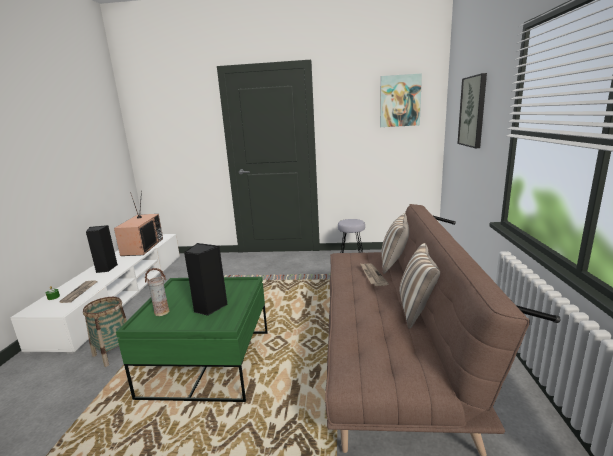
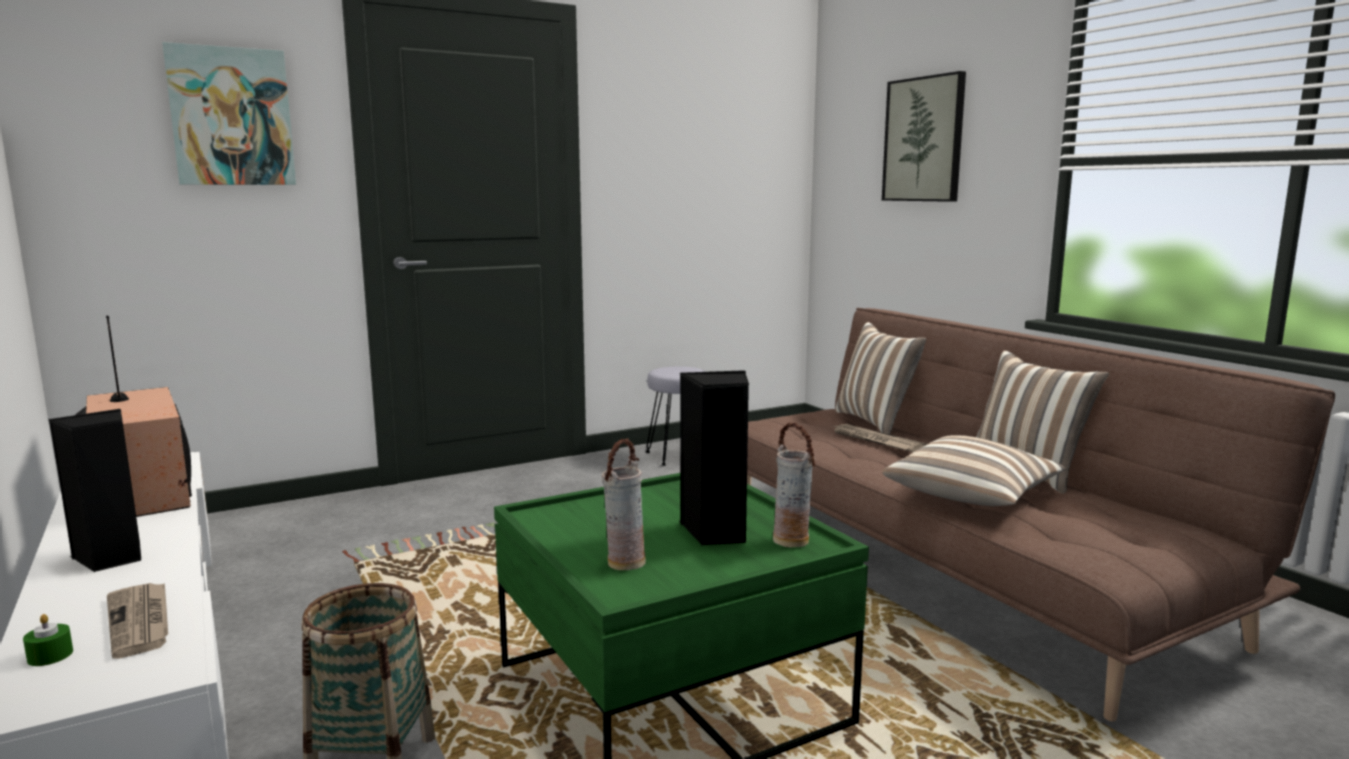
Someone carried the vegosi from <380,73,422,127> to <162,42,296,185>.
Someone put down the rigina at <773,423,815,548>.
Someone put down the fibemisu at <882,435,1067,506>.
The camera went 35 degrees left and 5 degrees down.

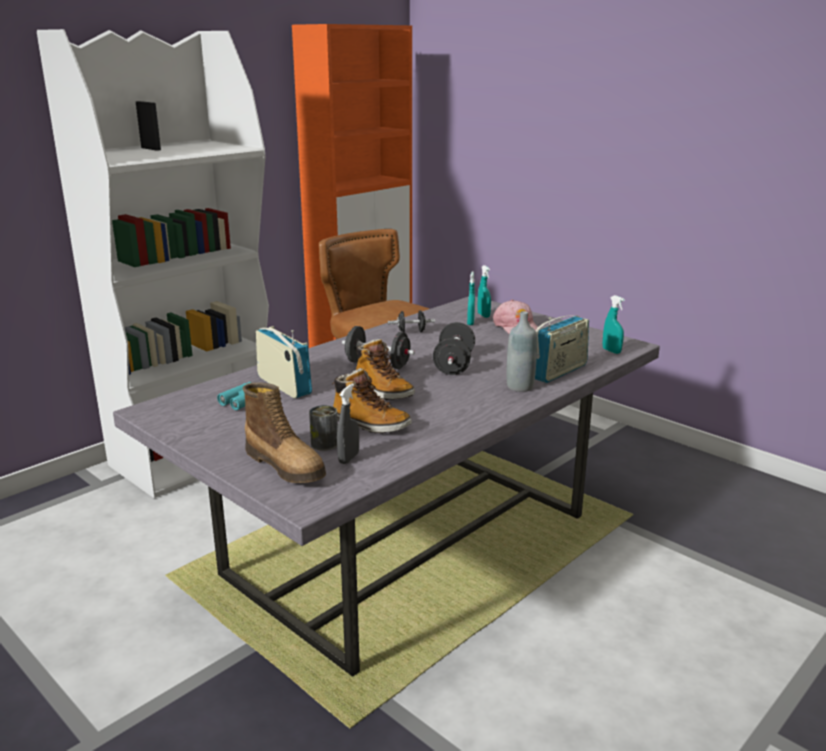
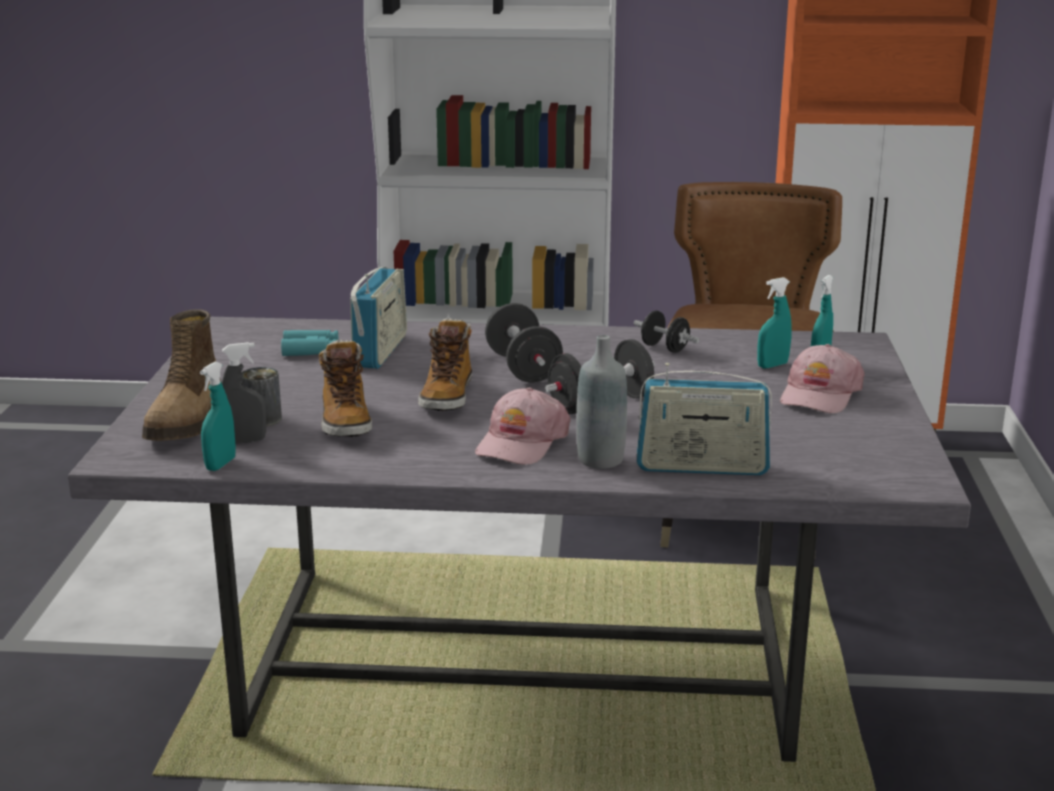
Someone carried the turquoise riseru from <603,295,625,354> to <200,362,236,471>.
Someone put down the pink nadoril at <475,387,571,465>.
The camera went 50 degrees right and 0 degrees up.

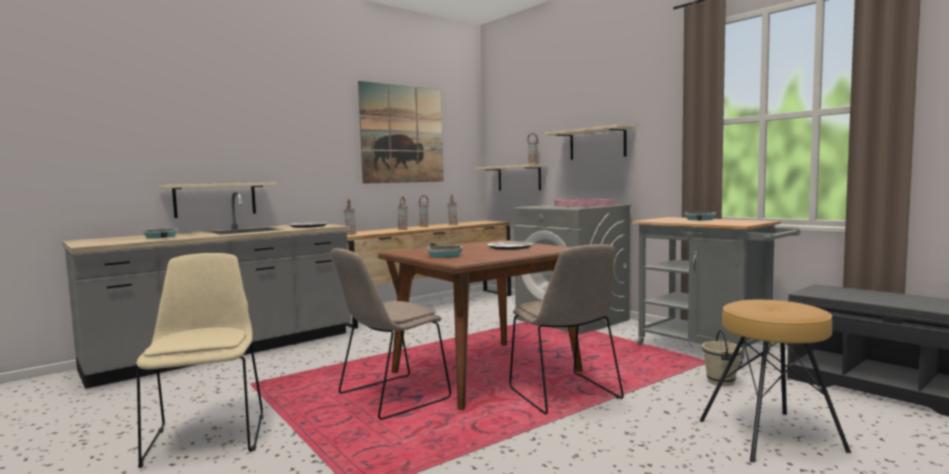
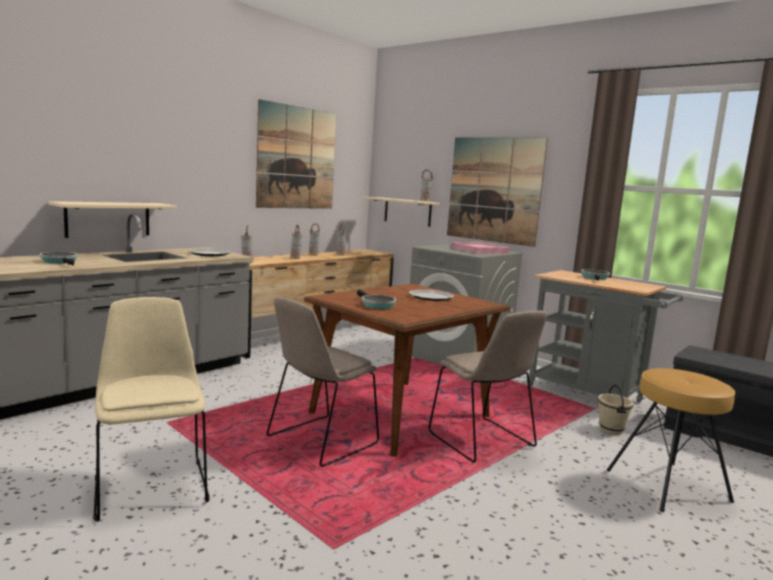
Someone swapped the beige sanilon at <545,125,636,160> for the vegosi at <447,137,548,247>.
The camera went 10 degrees left and 5 degrees up.

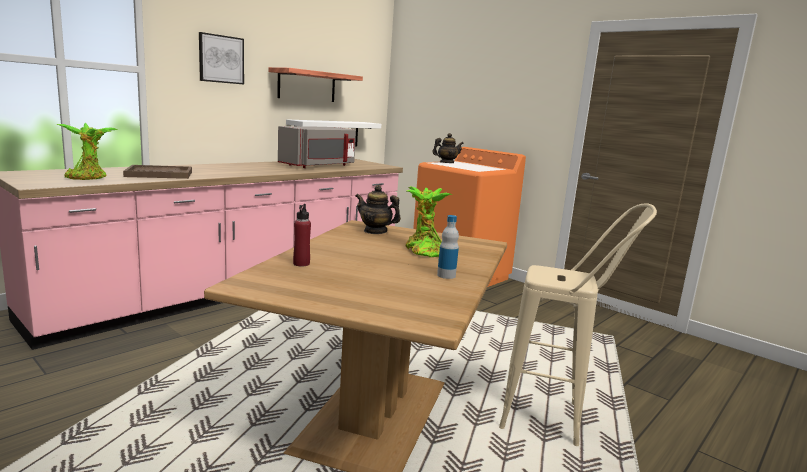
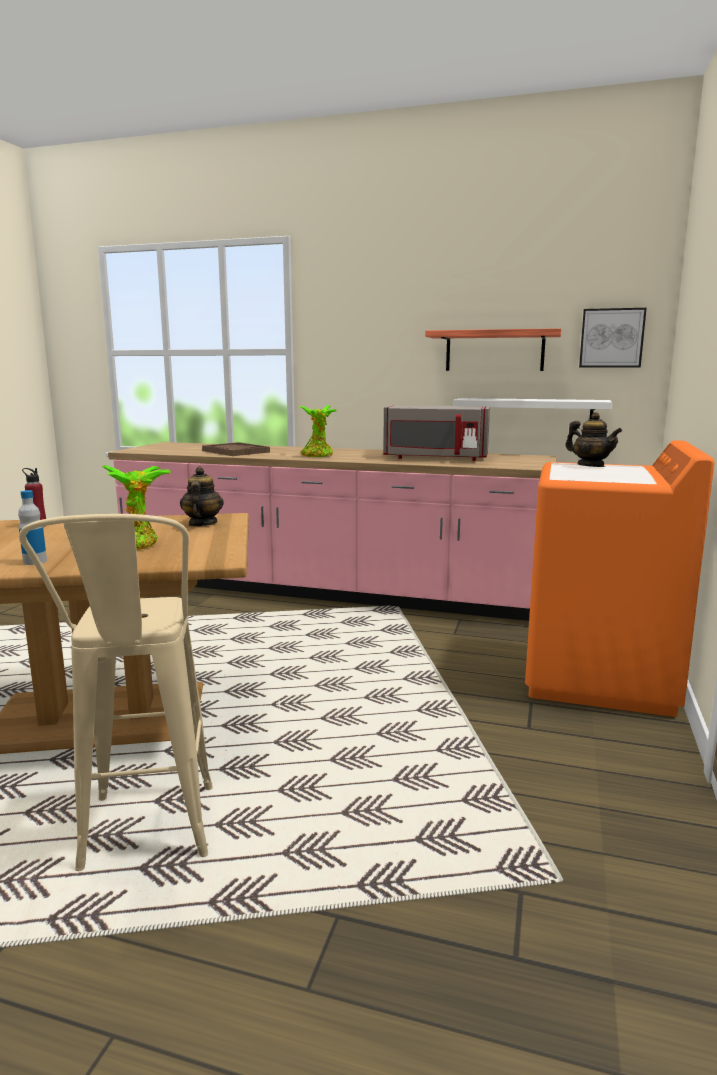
Someone carried the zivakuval from <56,123,117,180> to <298,405,337,457>.
Someone carried the vegosi from <199,32,244,84> to <579,308,646,367>.
The camera went 65 degrees right and 0 degrees up.

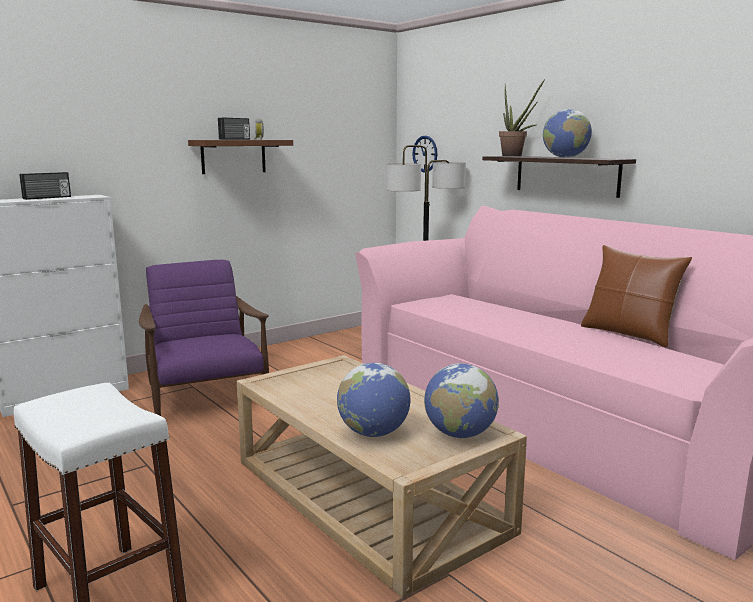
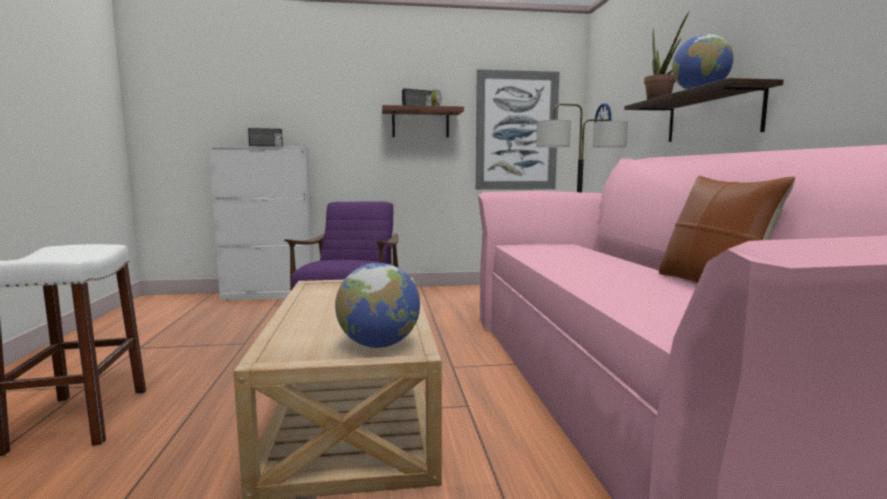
Someone took away the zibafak at <337,363,410,437>.
Someone put up the vegosi at <476,69,559,190>.
The camera went 30 degrees right and 5 degrees down.

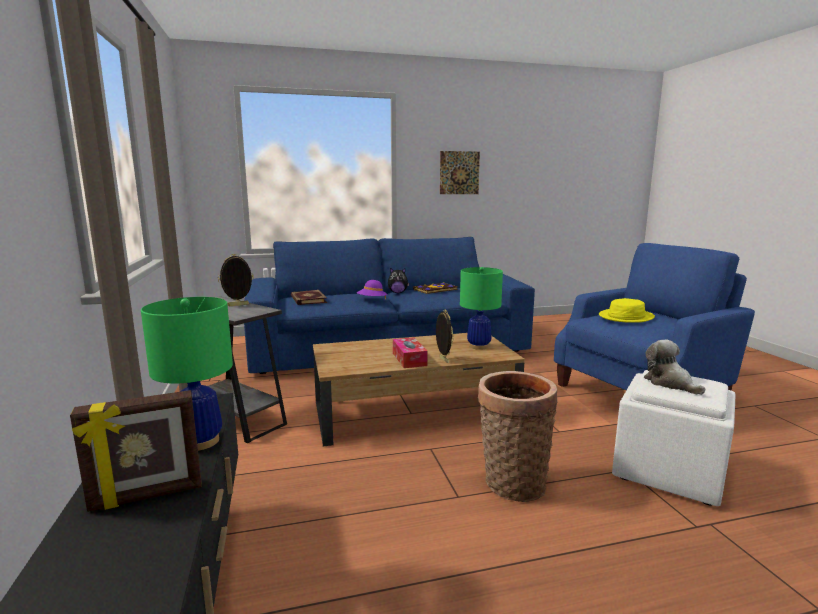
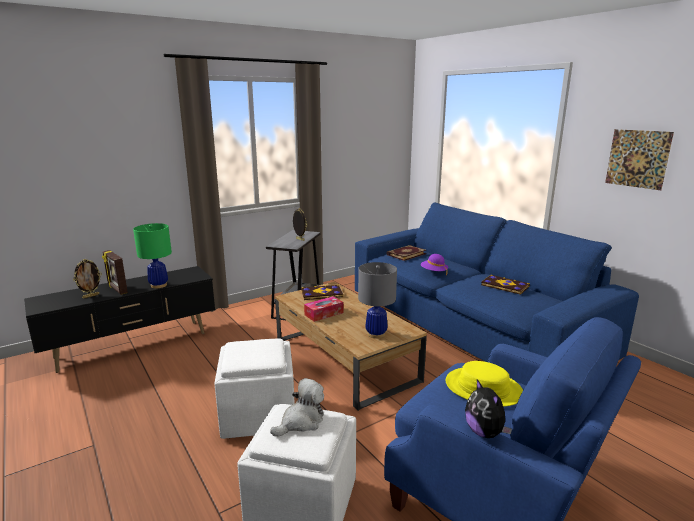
Someone carried the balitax from <388,268,409,293> to <465,379,512,438>.
Someone carried the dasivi from <436,310,454,363> to <73,259,102,298>.
Someone repainted the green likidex at <460,267,503,350>, which became the grey likidex at <358,262,397,339>.
Someone swapped the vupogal at <478,371,557,502> for the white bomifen at <215,338,295,439>.
Someone put down the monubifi at <301,285,343,300>.
The camera went 70 degrees right and 5 degrees up.

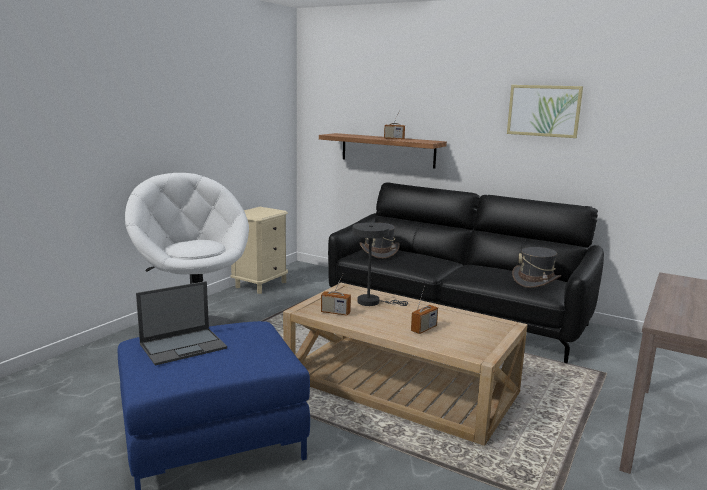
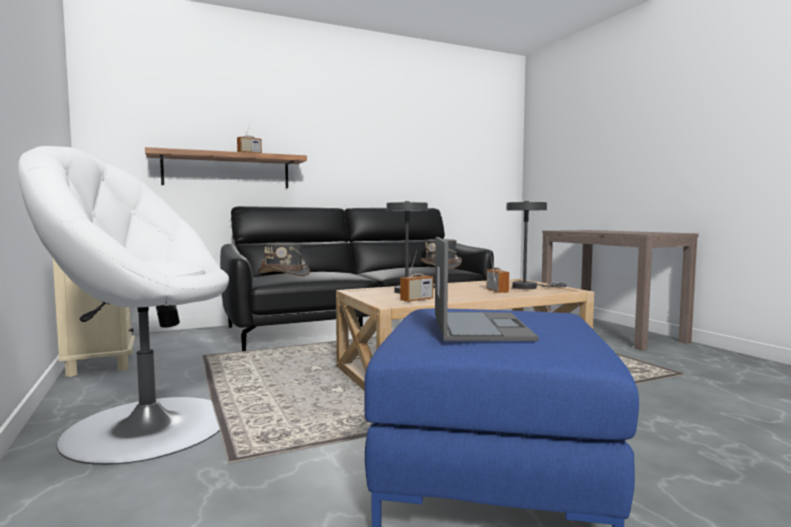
Someone took away the vegosi at <507,85,583,138>.
Someone put down the grey likidex at <506,201,567,289>.
The camera went 55 degrees left and 10 degrees down.

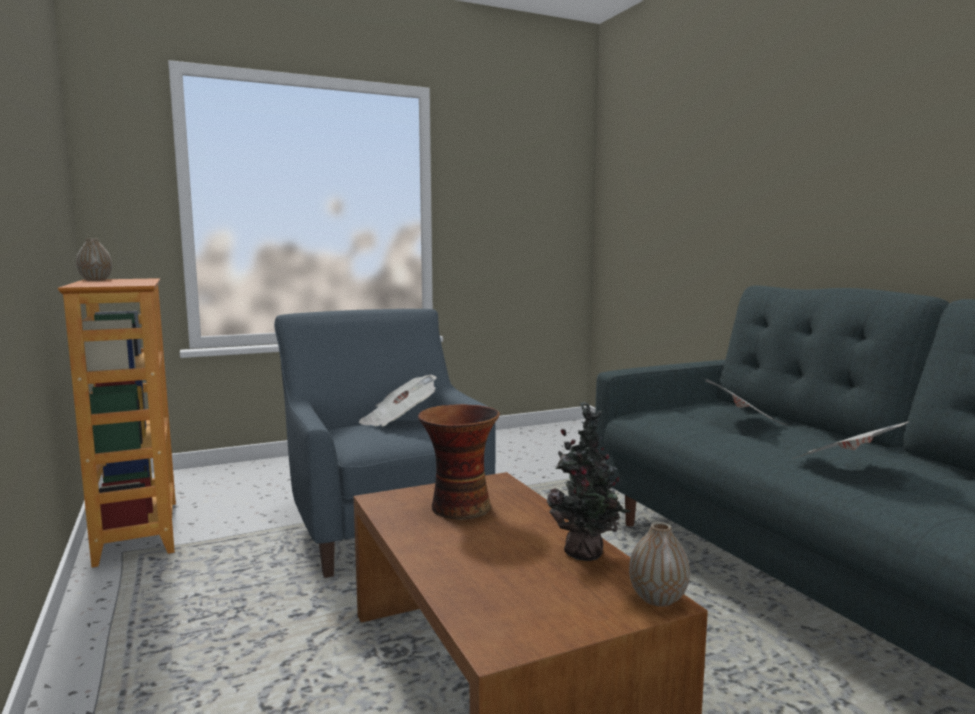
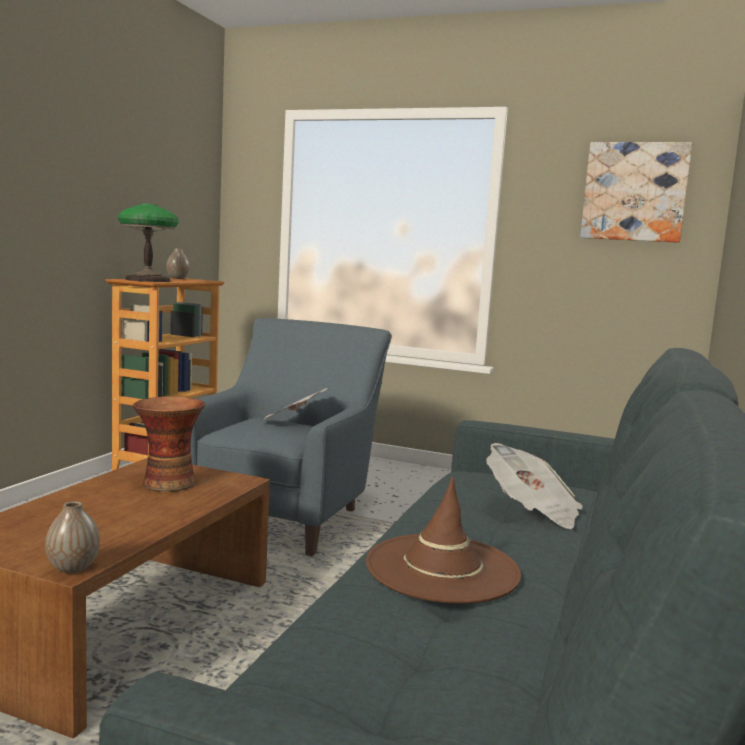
Someone took away the zivakuval at <547,402,630,561>.
Someone swapped the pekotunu at <794,422,908,458> for the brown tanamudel at <366,477,521,604>.
Someone put down the likidex at <118,203,179,282>.
Someone put up the vegosi at <580,142,692,243>.
The camera went 45 degrees right and 0 degrees up.

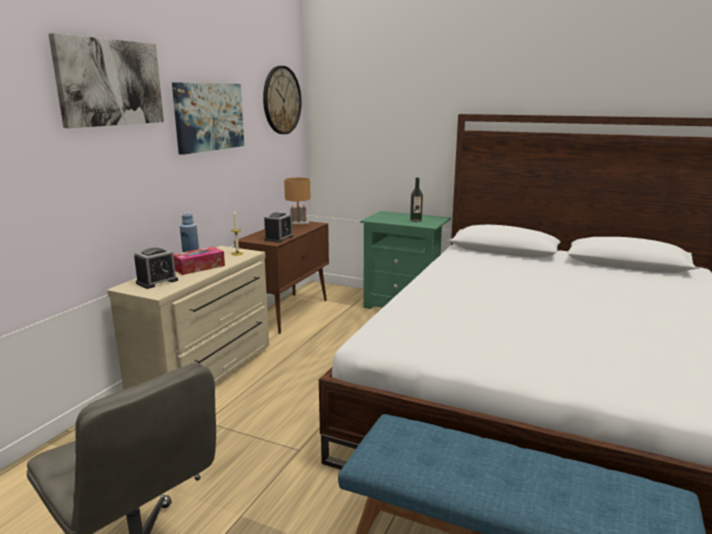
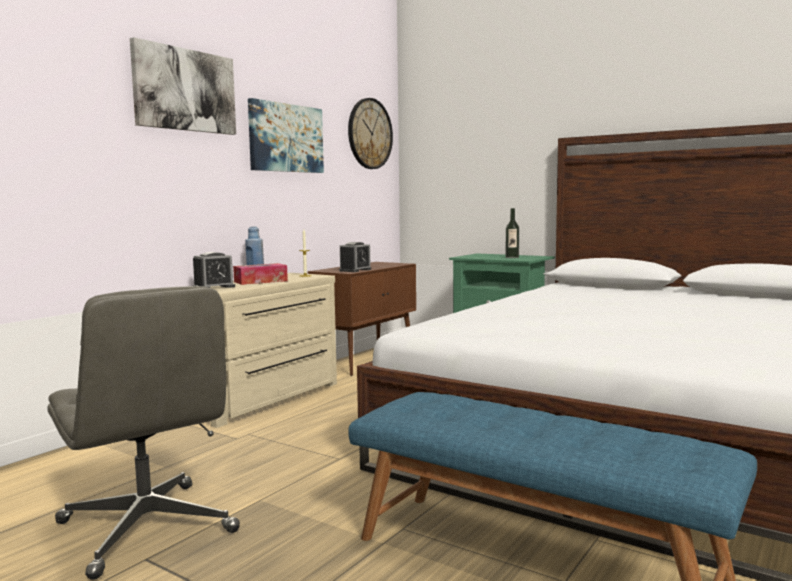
Someone took away the brown likidex at <284,177,311,227>.
The camera went 10 degrees right and 10 degrees down.

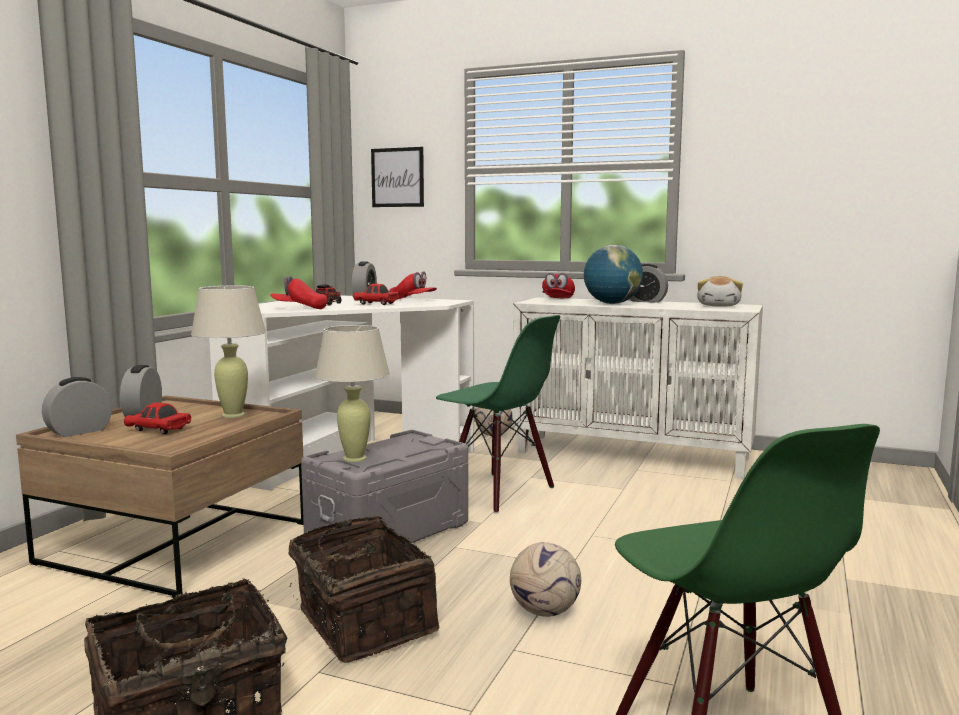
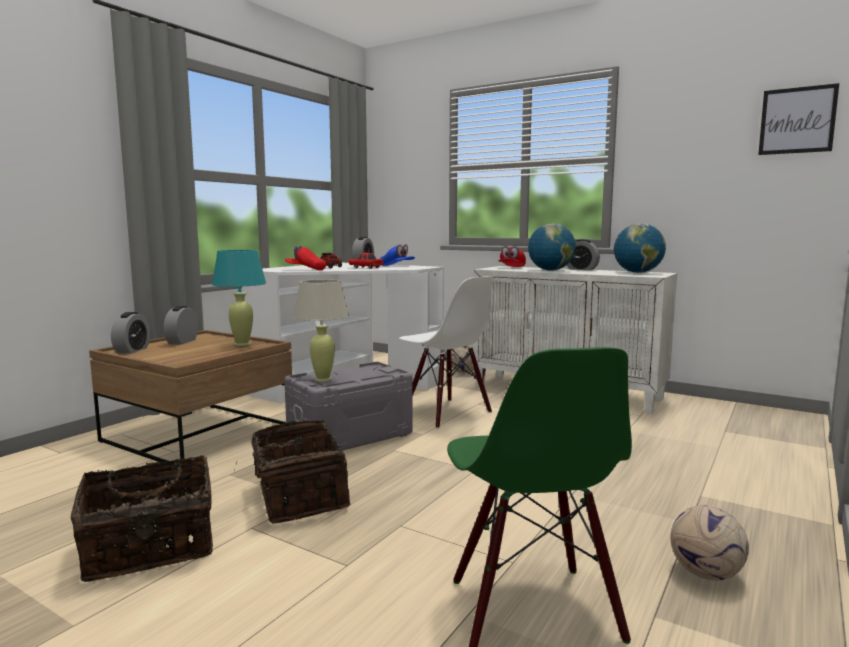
Someone rotated the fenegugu at <42,377,112,437> by 135 degrees clockwise.
Someone took away the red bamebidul at <124,402,191,434>.
Someone repainted the beige likidex at <191,286,266,418>, which became the turquoise likidex at <212,250,266,346>.
Someone carried the vegosi from <371,147,424,207> to <758,83,839,155>.
Someone repainted the red nadoril at <389,271,437,299>, which became the blue nadoril at <380,244,415,266>.
Someone repainted the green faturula at <436,315,560,514>, which became the white faturula at <399,276,493,429>.
Someone carried the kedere from <510,542,581,617> to <670,505,749,581>.
Someone swapped the balitax at <697,276,743,307> for the zibafak at <614,223,666,273>.
The camera went 10 degrees right and 0 degrees up.

